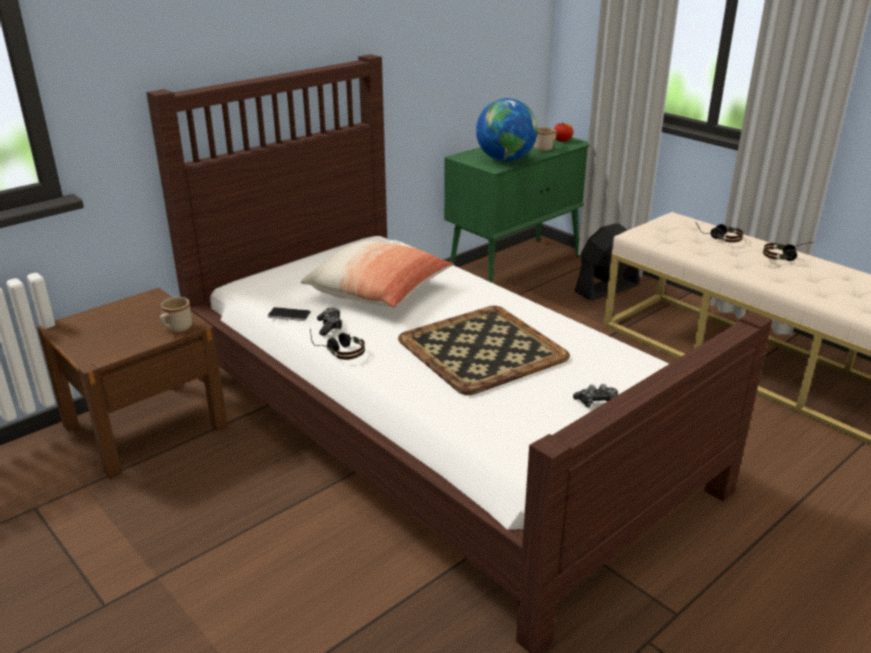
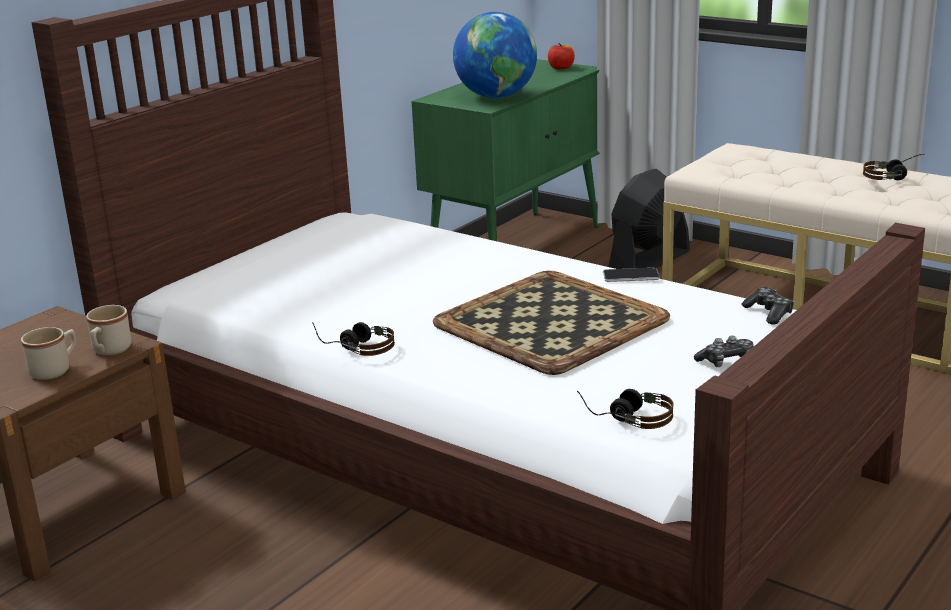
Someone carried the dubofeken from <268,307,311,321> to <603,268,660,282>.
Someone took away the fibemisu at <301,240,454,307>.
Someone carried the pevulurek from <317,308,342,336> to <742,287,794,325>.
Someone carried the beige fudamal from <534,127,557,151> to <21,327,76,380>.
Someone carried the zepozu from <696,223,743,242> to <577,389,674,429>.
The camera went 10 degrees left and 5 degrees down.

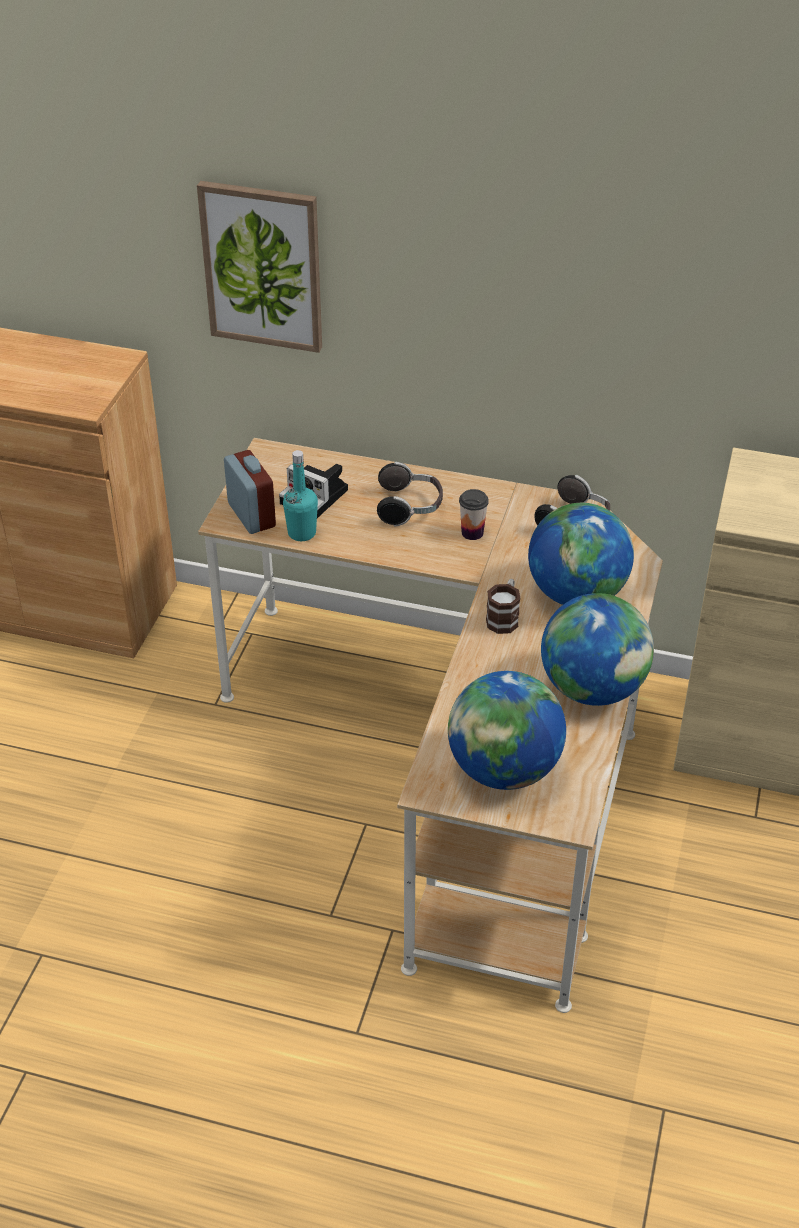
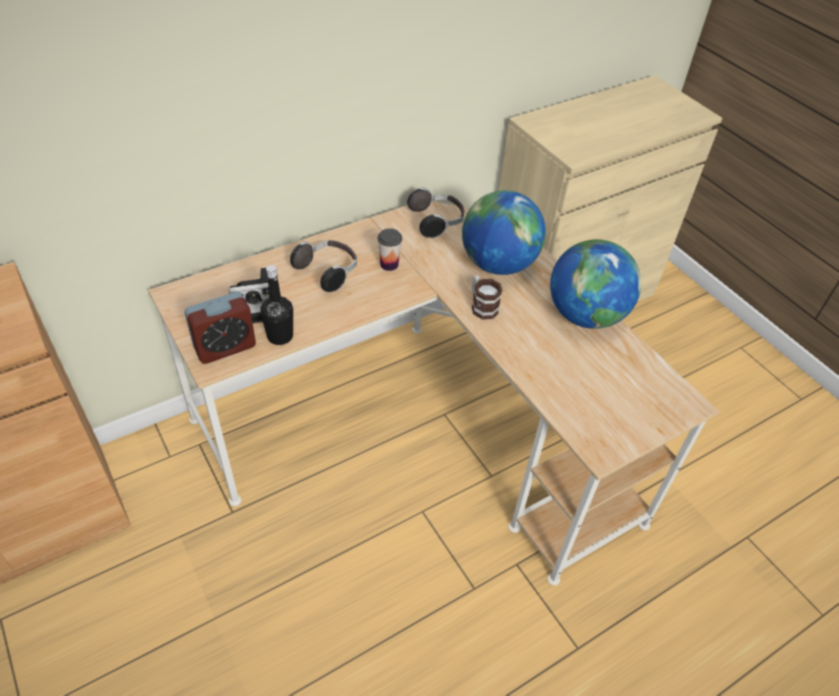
Someone took away the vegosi at <197,181,322,353>.
Someone rotated the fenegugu at <224,450,276,534> by 135 degrees clockwise.
Someone repainted the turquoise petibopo at <283,450,318,541>, which became the black petibopo at <260,265,293,345>.
Someone took away the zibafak at <448,671,566,790>.
The camera went 50 degrees left and 5 degrees up.

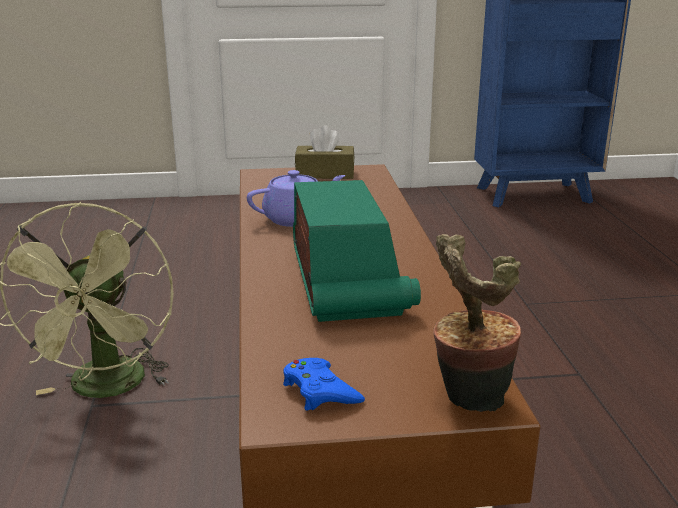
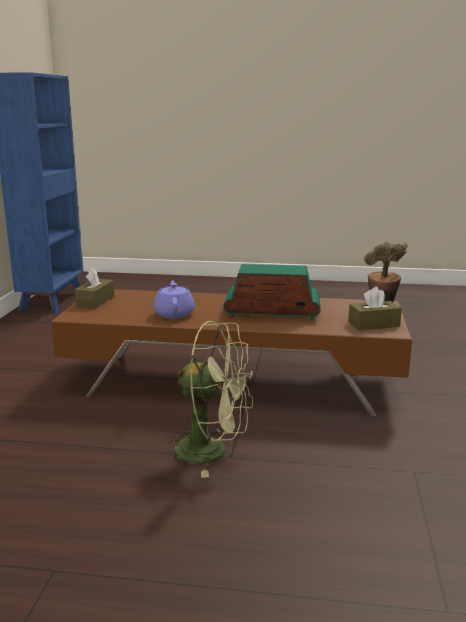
Someone swapped the blue pevulurek at <283,358,365,411> for the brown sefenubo at <348,287,402,331>.
The camera went 75 degrees left and 5 degrees down.

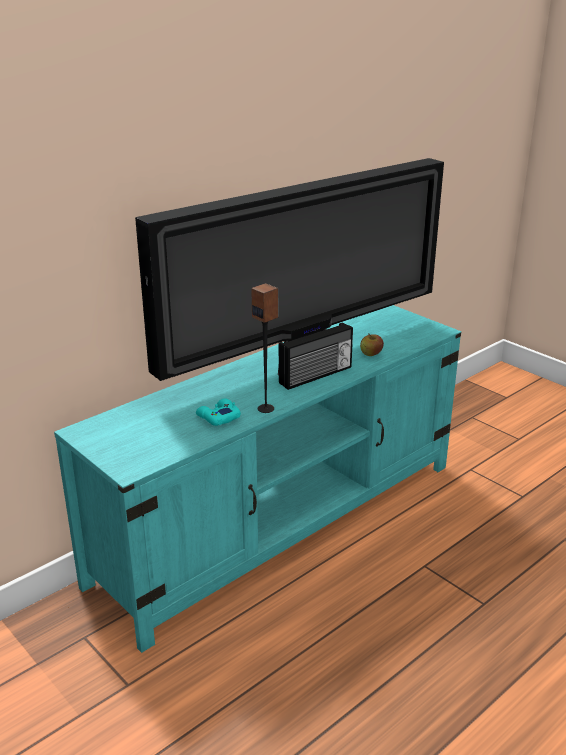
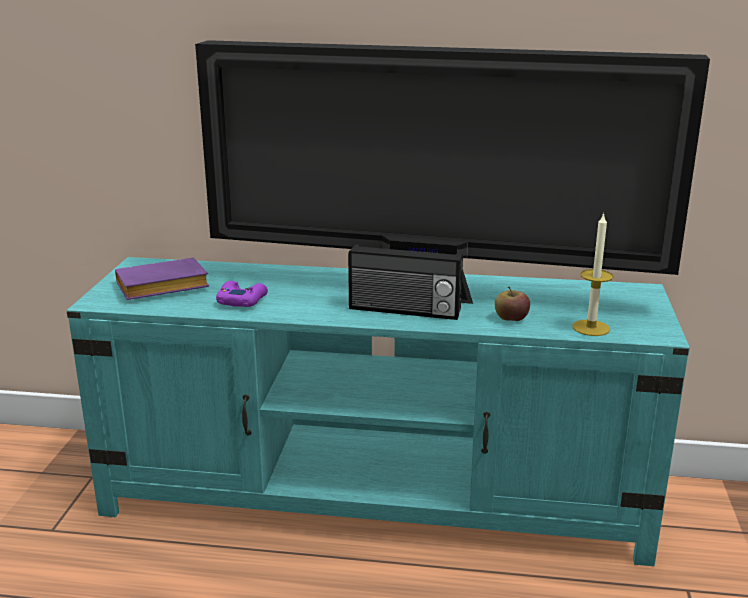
Someone repainted the turquoise pevulurek at <196,399,241,426>, which became the purple pevulurek at <216,281,268,307>.
Someone took away the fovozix at <251,283,278,413>.
Someone put down the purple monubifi at <115,258,209,300>.
Someone put down the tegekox at <572,212,614,336>.
The camera went 50 degrees right and 5 degrees down.

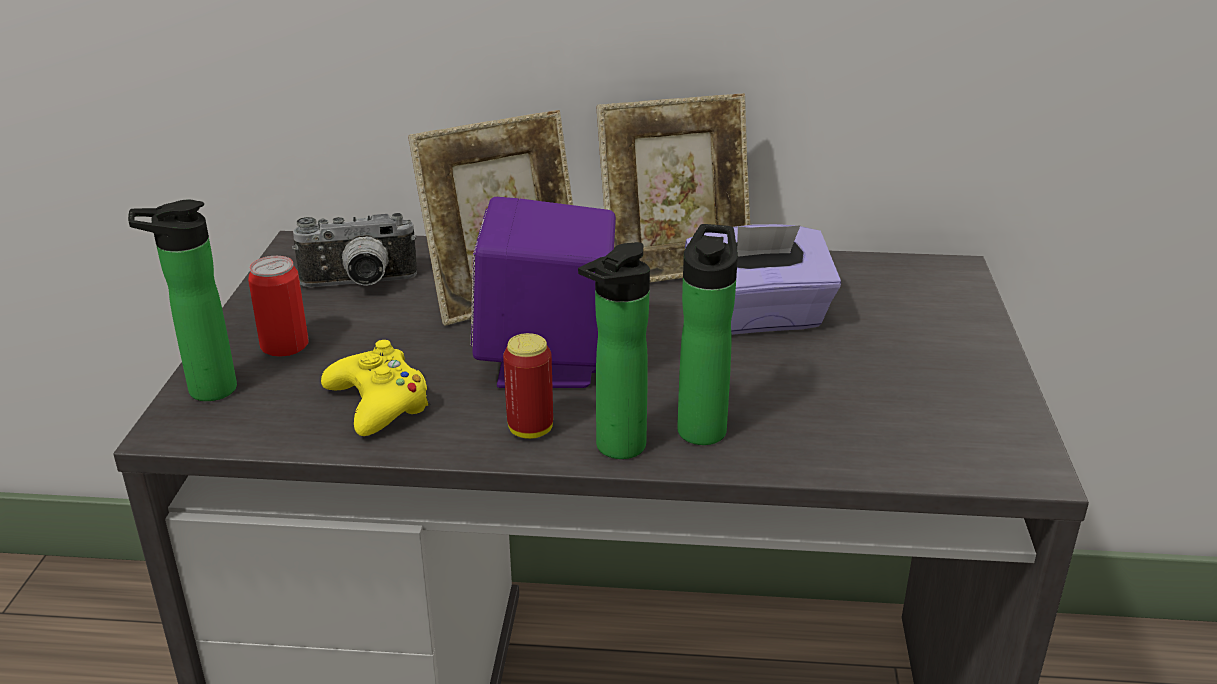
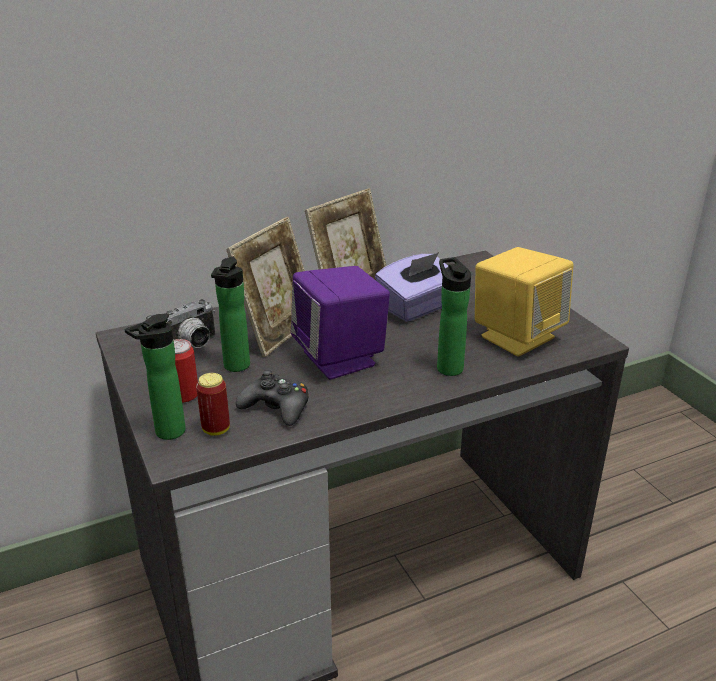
Someone repainted the yellow pevulurek at <321,340,431,436>, which became the black pevulurek at <236,370,308,426>.
Someone carried the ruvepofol from <503,333,553,439> to <196,373,230,436>.
Someone carried the petibopo from <578,242,650,459> to <211,257,250,372>.
Someone put down the yellow fovozix at <475,247,574,357>.
The camera went 30 degrees left and 0 degrees up.

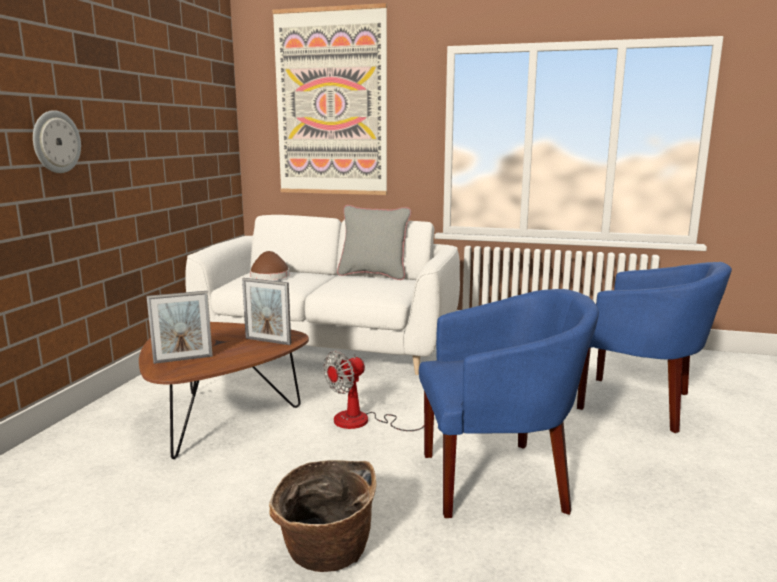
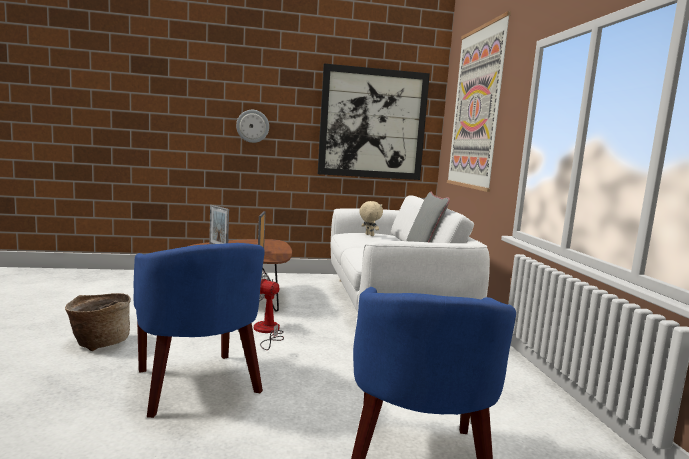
Someone swapped the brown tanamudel at <250,251,290,280> for the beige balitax at <359,201,383,236>.
Someone put up the vegosi at <318,63,430,180>.
The camera went 65 degrees right and 5 degrees down.

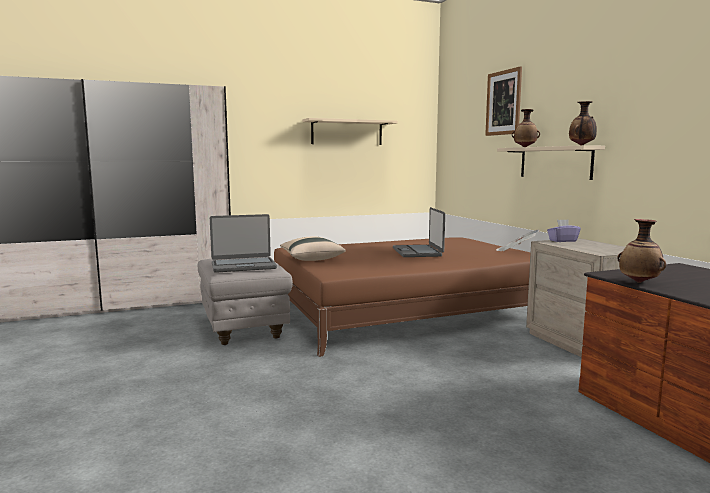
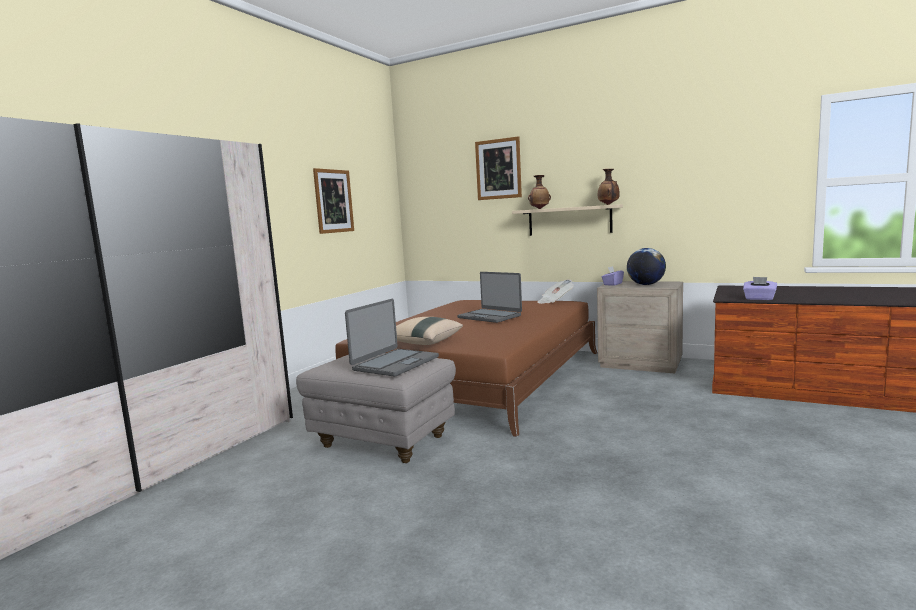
Someone swapped the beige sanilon at <302,118,398,145> for the vegosi at <313,168,354,234>.
Someone swapped the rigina at <617,219,666,283> for the purple sefenubo at <743,277,777,300>.
Someone put down the zibafak at <627,248,666,285>.
The camera went 40 degrees left and 0 degrees up.

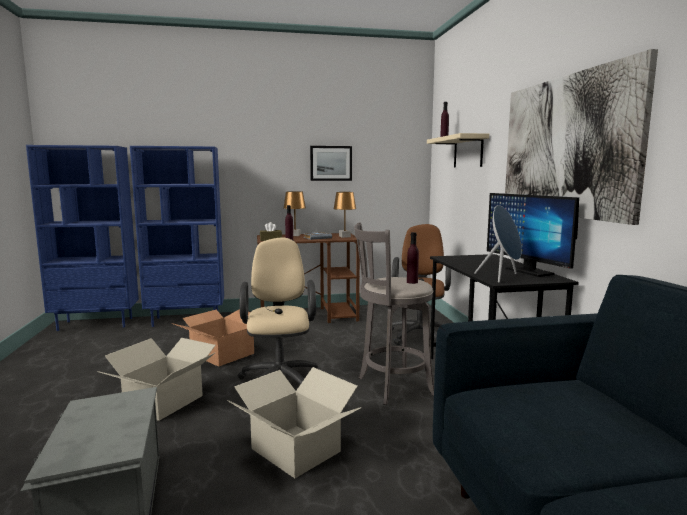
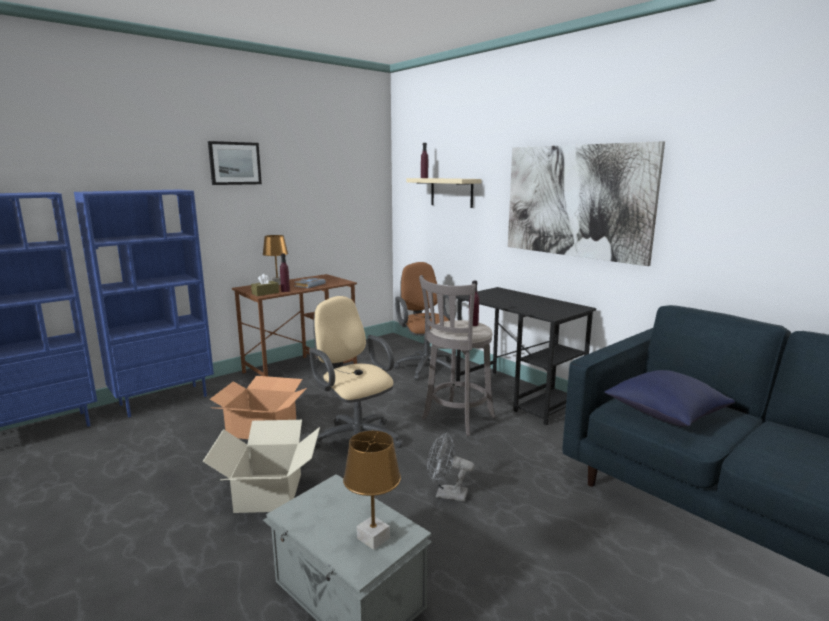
Someone swapped the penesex at <227,367,362,478> for the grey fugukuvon at <427,432,475,501>.
Someone carried the vegosi from <310,146,352,181> to <208,141,262,185>.
Someone carried the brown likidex from <333,192,356,238> to <343,431,401,550>.
Someone took away the blue fovozix at <474,205,522,283>.
Someone took away the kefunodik at <487,193,579,277>.
Someone put down the blue fibemisu at <604,370,735,427>.
The camera went 30 degrees left and 5 degrees up.

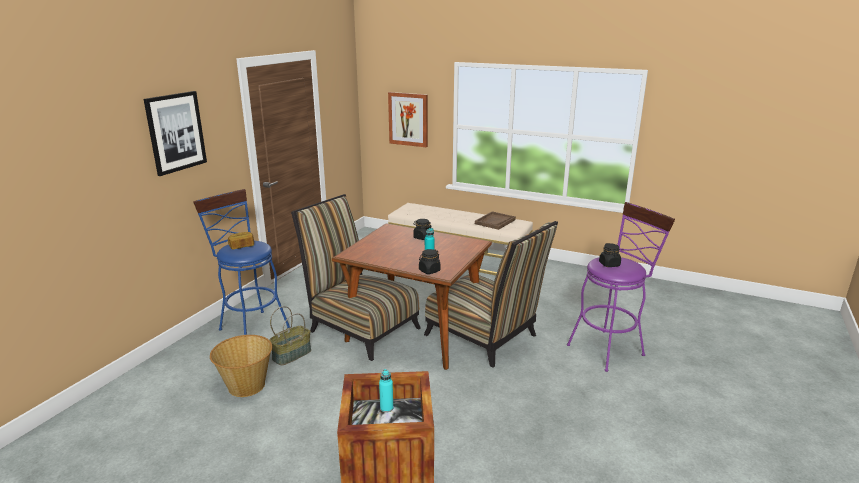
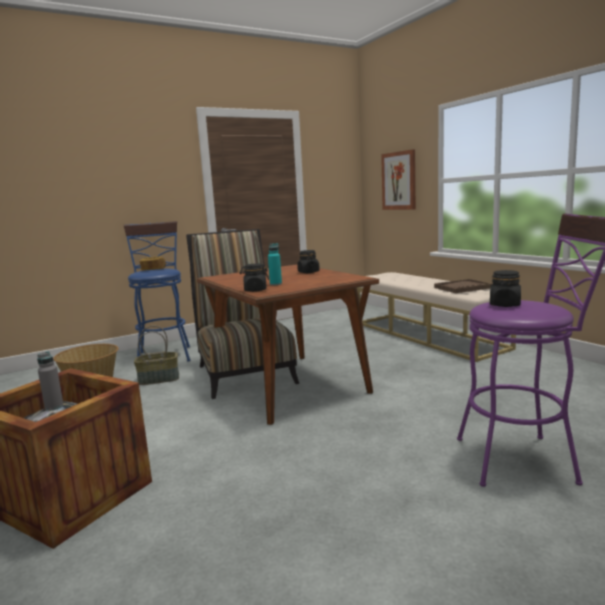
Someone took away the vegosi at <144,91,207,176>.
Someone repainted the turquoise petibopo at <379,369,393,413>, which became the grey petibopo at <37,352,64,411>.
Someone took away the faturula at <424,221,558,368>.
The camera went 35 degrees right and 10 degrees down.

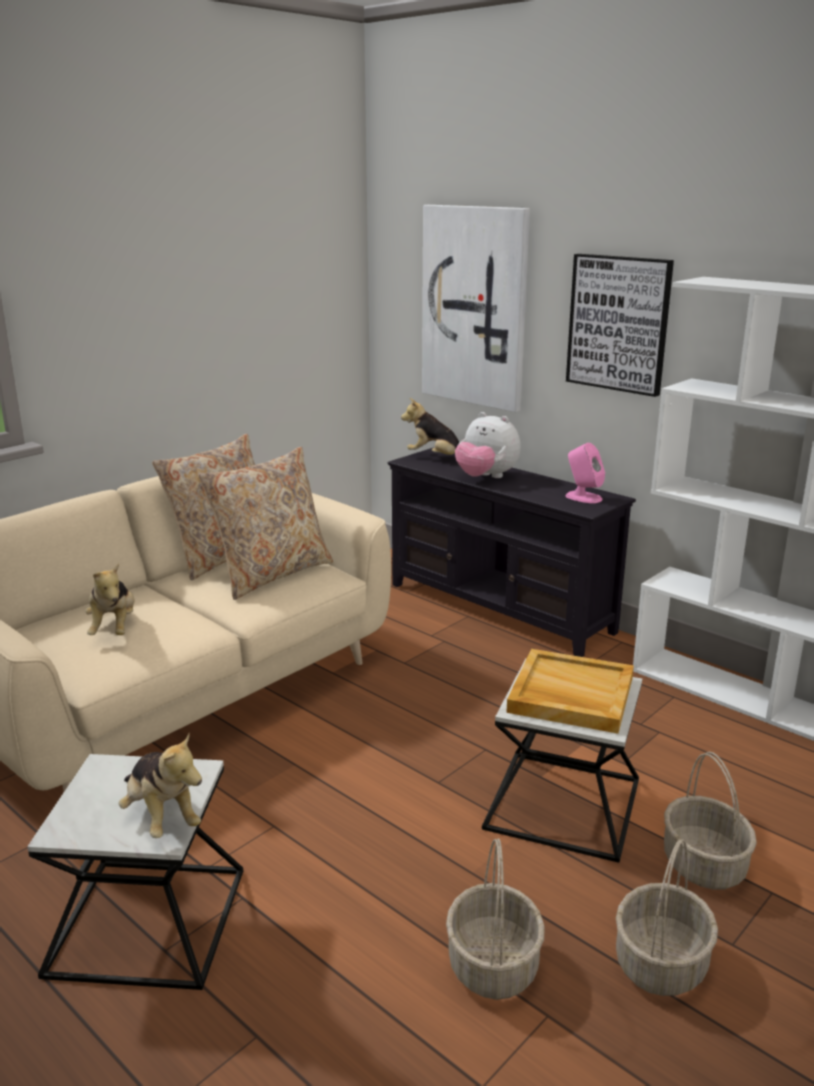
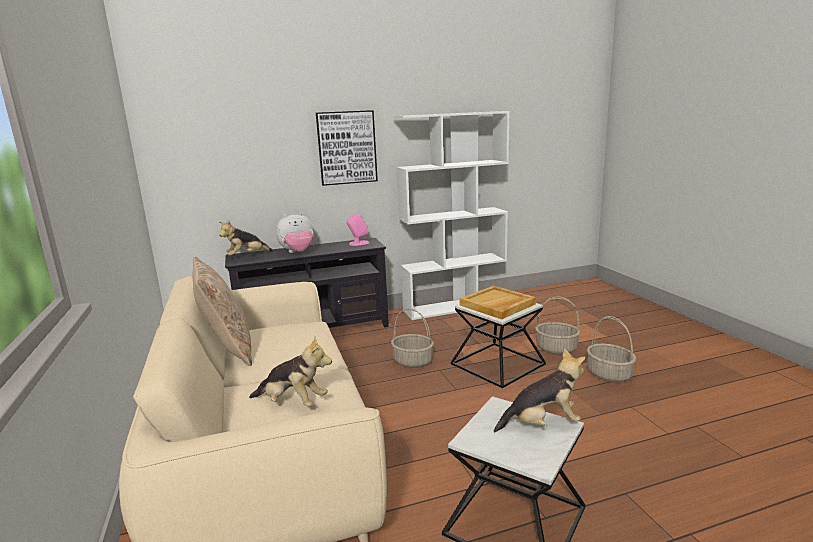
Someone took away the beige fibemisu at <198,447,333,600>.
Someone took away the vegosi at <422,205,530,412>.
Someone carried the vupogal from <446,838,545,1000> to <391,308,434,368>.
The camera went 60 degrees left and 5 degrees down.

